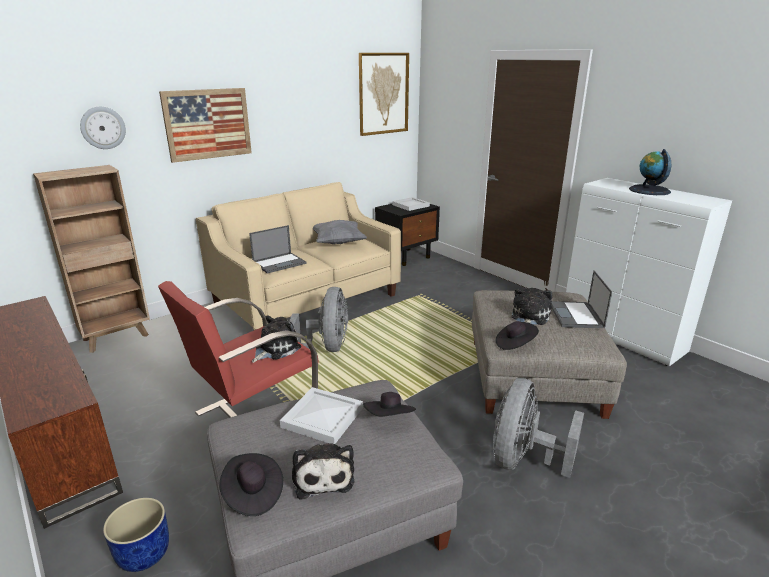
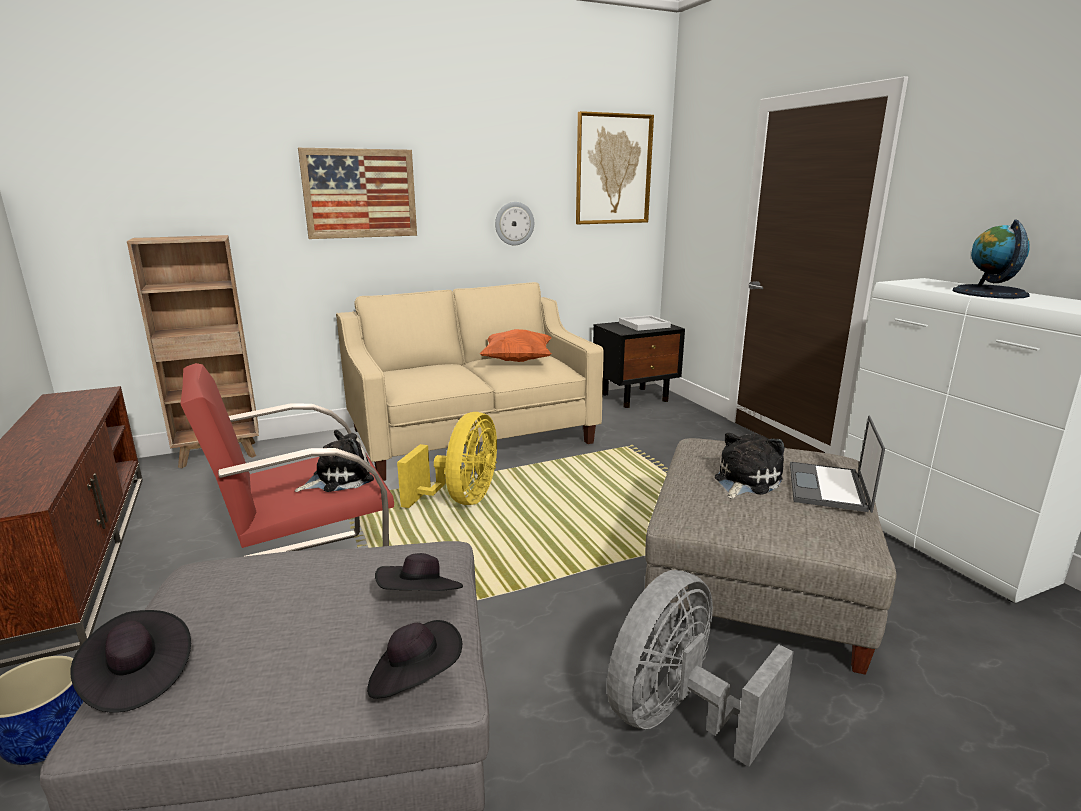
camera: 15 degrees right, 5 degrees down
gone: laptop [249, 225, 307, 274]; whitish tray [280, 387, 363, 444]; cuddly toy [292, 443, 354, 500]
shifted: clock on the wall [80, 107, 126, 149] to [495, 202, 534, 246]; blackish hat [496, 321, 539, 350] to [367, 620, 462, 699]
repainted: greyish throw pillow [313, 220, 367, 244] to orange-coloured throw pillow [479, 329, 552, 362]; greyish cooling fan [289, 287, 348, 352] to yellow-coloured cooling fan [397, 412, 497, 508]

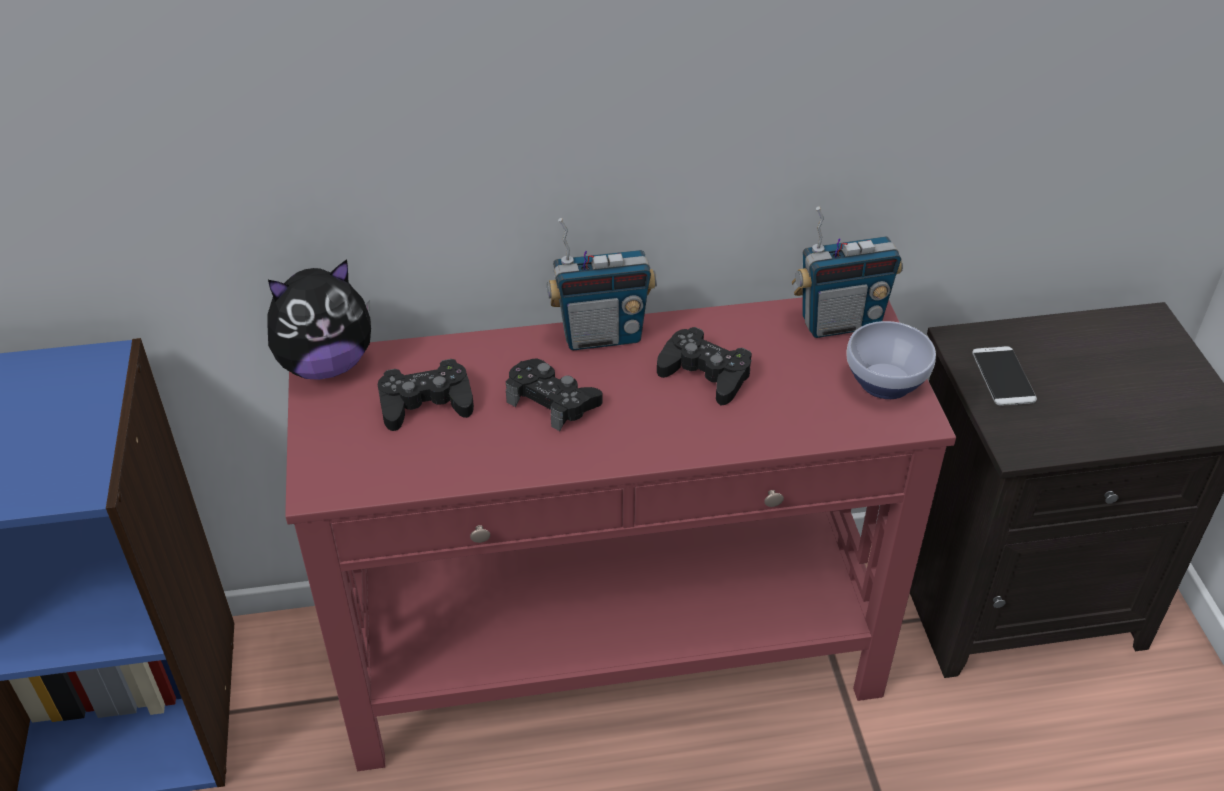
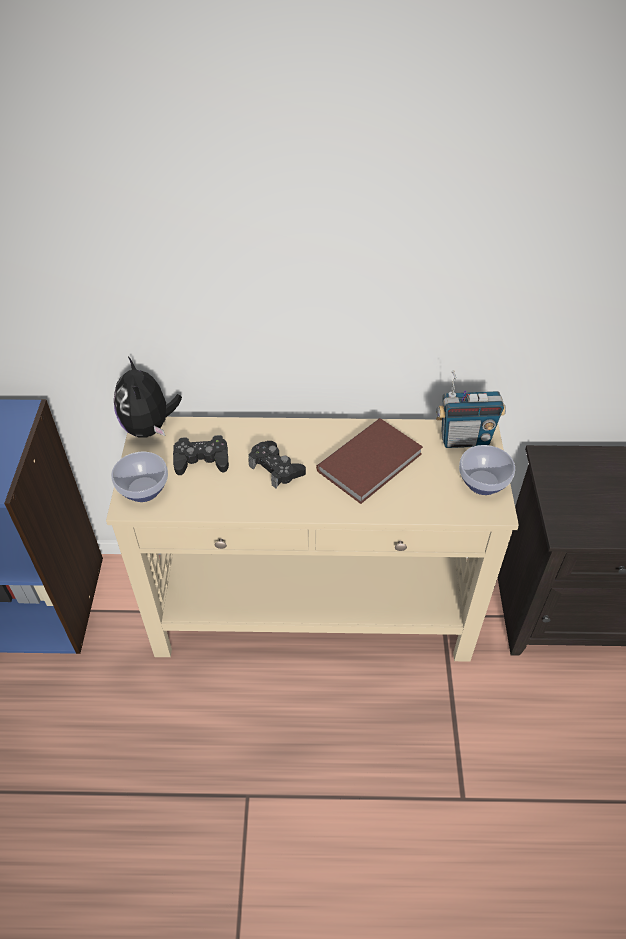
camera: 10 degrees right, 5 degrees up
gone: radio set [547, 218, 657, 350]; phone [972, 346, 1037, 406]
new: serving bowl [111, 452, 168, 502]
swapped: blackish gamepad [657, 327, 752, 405] to brownish book [316, 418, 423, 504]
repainted: red-coloured hall table [285, 297, 956, 771] to beige hall table [106, 417, 519, 662]
rotated: cuddly toy [267, 259, 371, 380] = [114, 356, 182, 438] 90 degrees clockwise

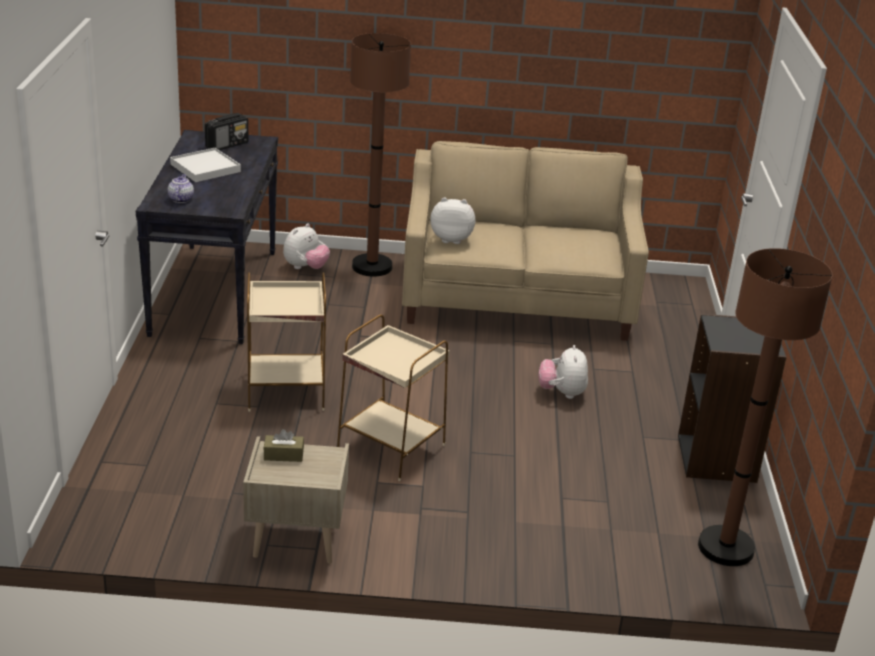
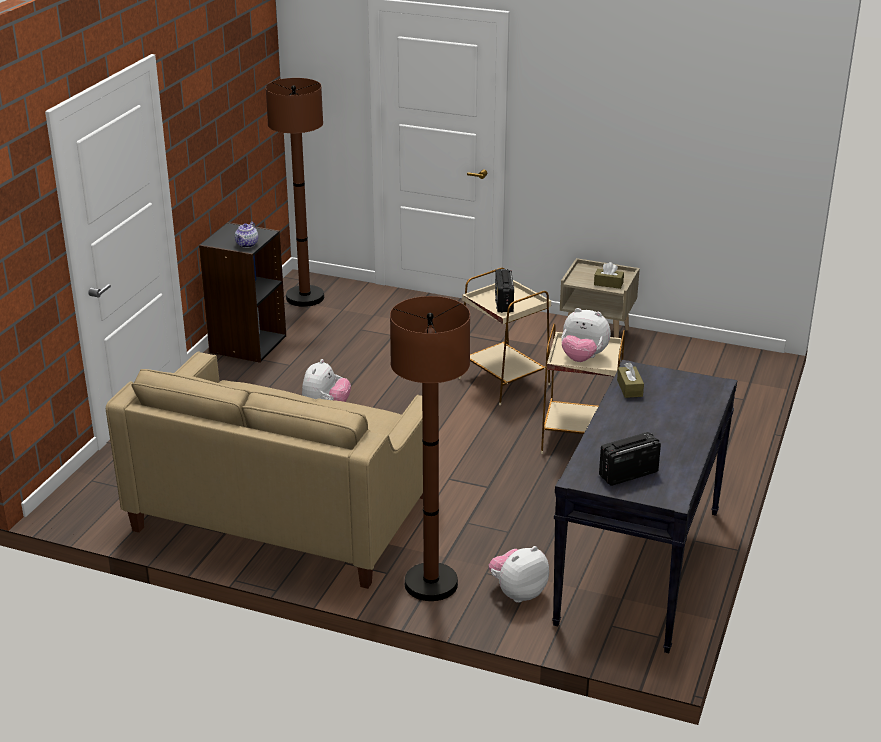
camera: 160 degrees left, 0 degrees up
gone: whitish tray [170, 148, 241, 182]
new: radio set [495, 269, 514, 313]; brownish box of tissues [617, 362, 644, 398]
shifted: teapot [168, 174, 194, 203] to [235, 222, 258, 248]; cuddly toy [430, 198, 475, 244] to [561, 308, 611, 362]

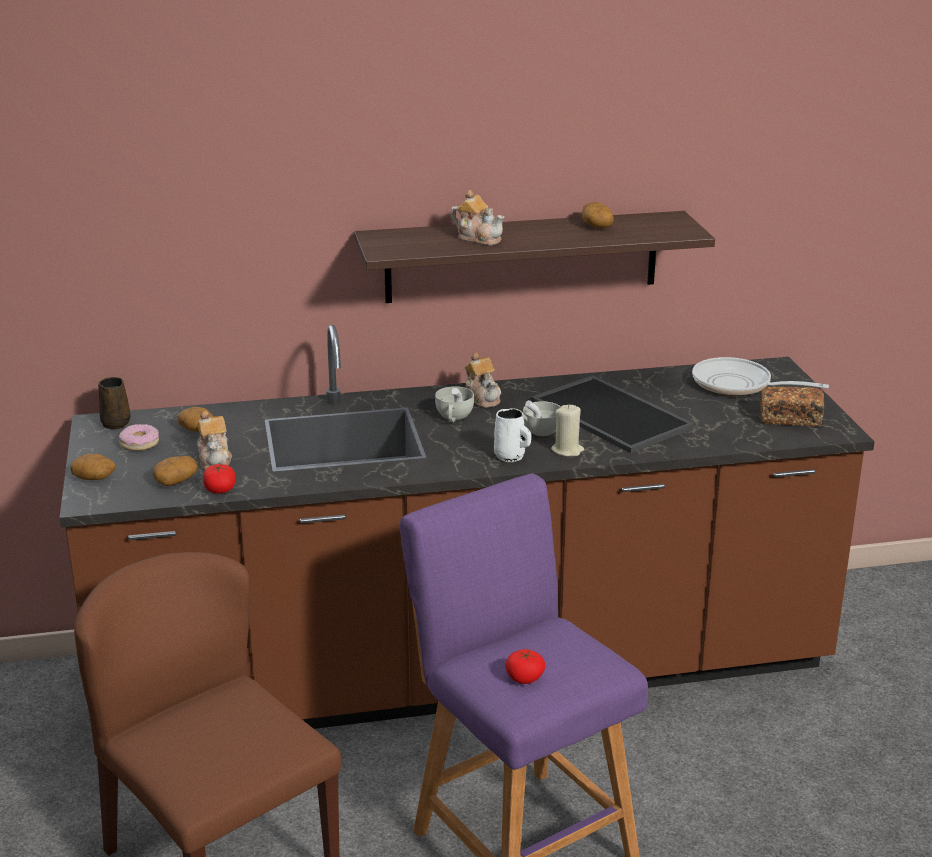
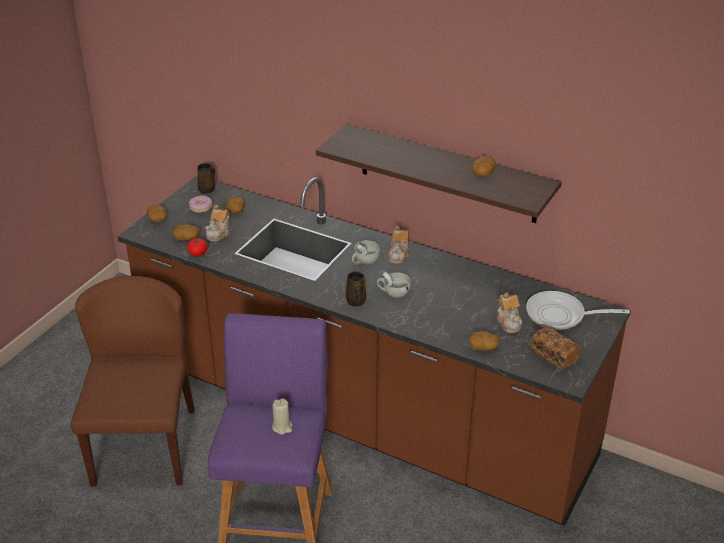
camera: 40 degrees right, 10 degrees up
gone: tray [531, 375, 694, 453]; whole tomato [505, 649, 546, 684]
new: potato [468, 331, 500, 351]
shifted: teapot [451, 190, 505, 245] to [497, 292, 522, 333]; beige wax candle [551, 404, 584, 456] to [272, 398, 292, 435]
repainted: whitish tea mug [494, 408, 531, 462] to brownish tea mug [346, 271, 366, 306]
rotated: frying pan [692, 357, 829, 396] = [526, 291, 630, 330] 60 degrees counterclockwise

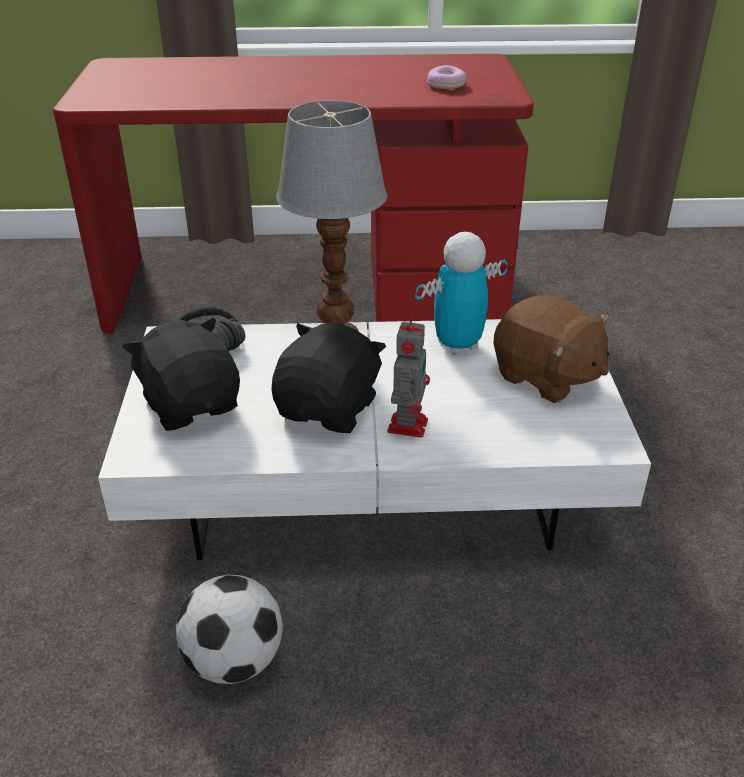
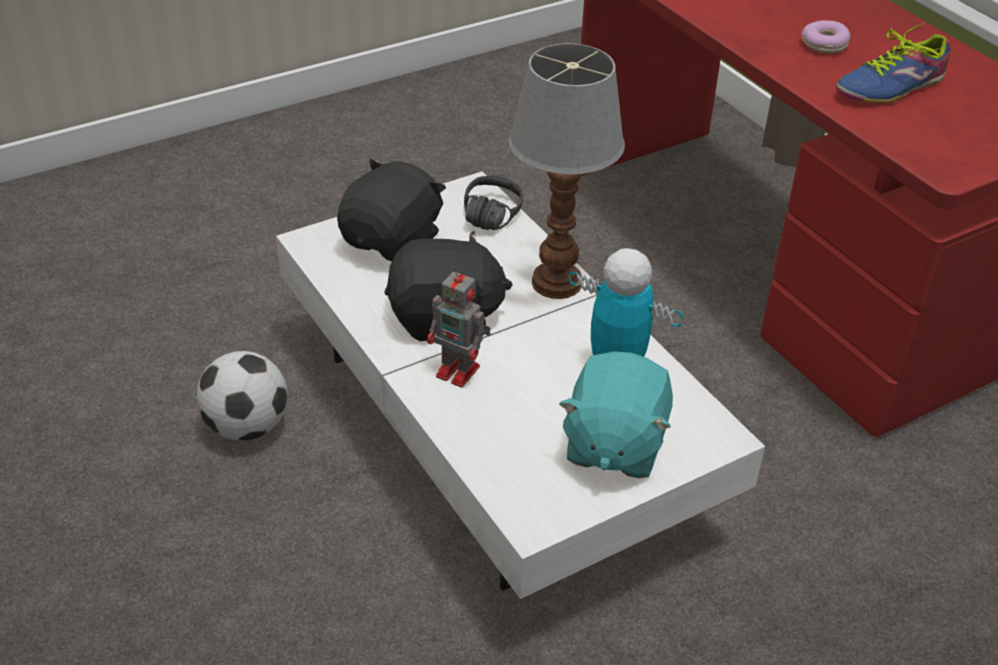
camera: 60 degrees right, 5 degrees up
new: shoe [836, 22, 950, 103]
shifted: ring doughnut [427, 65, 467, 89] to [801, 20, 850, 53]
repainted: brownish cuddly toy [493, 295, 609, 403] to blue-green cuddly toy [559, 352, 673, 478]
rotated: model robot [387, 314, 430, 438] = [427, 266, 491, 387] 45 degrees clockwise

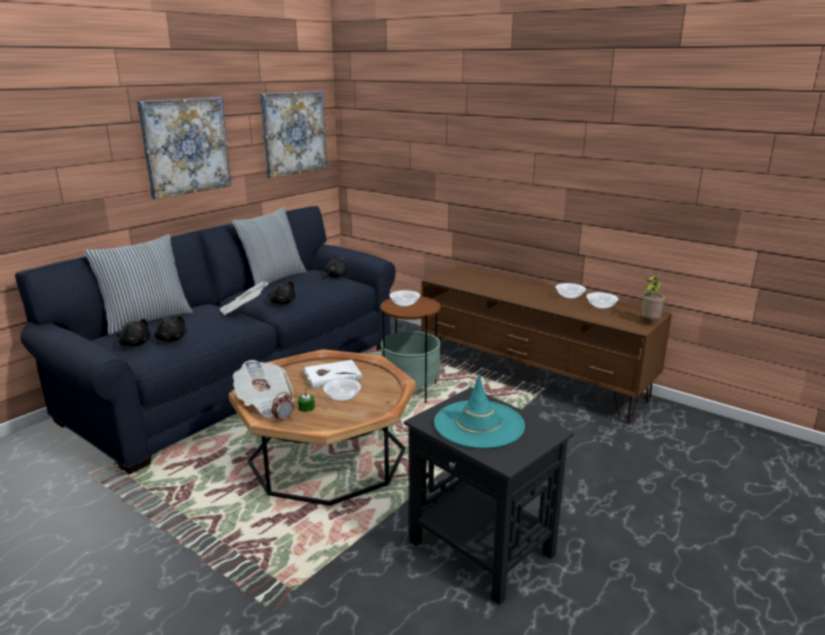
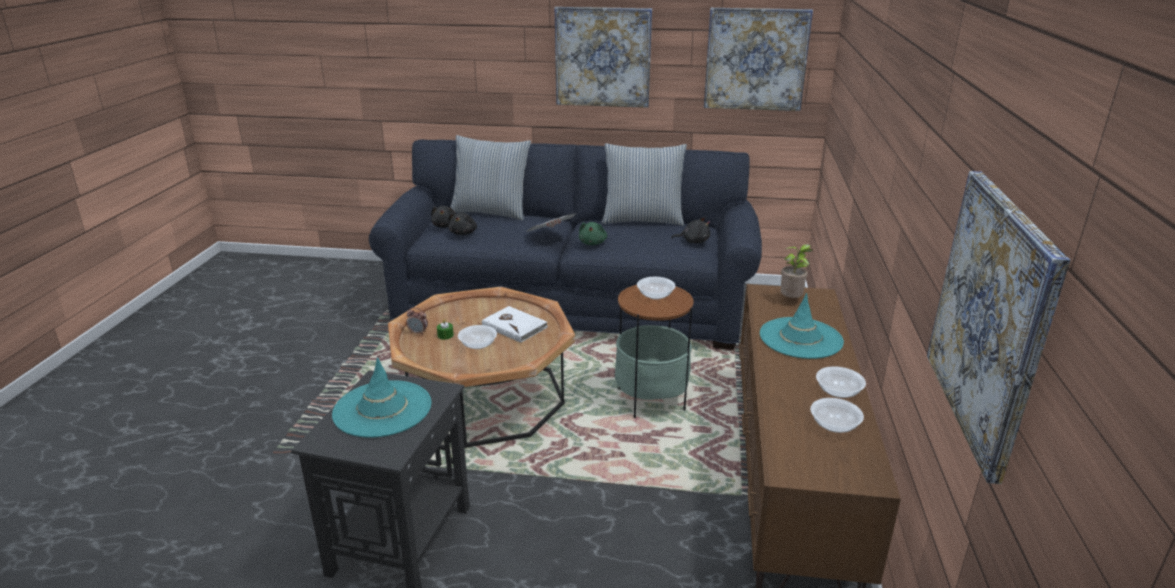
camera: 60 degrees right, 5 degrees up
gone: daily paper [233, 360, 295, 417]
new: picture [927, 171, 1070, 484]; blue-green hat [760, 293, 844, 359]
shifted: potted plant [641, 273, 665, 319] to [780, 244, 813, 298]
repainted: blackish cuddly toy [268, 282, 296, 304] to greenish cuddly toy [579, 222, 607, 245]

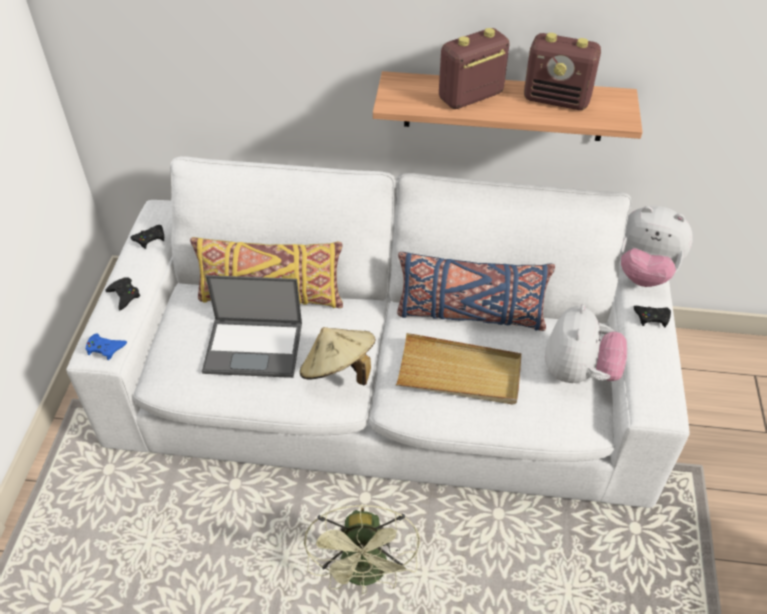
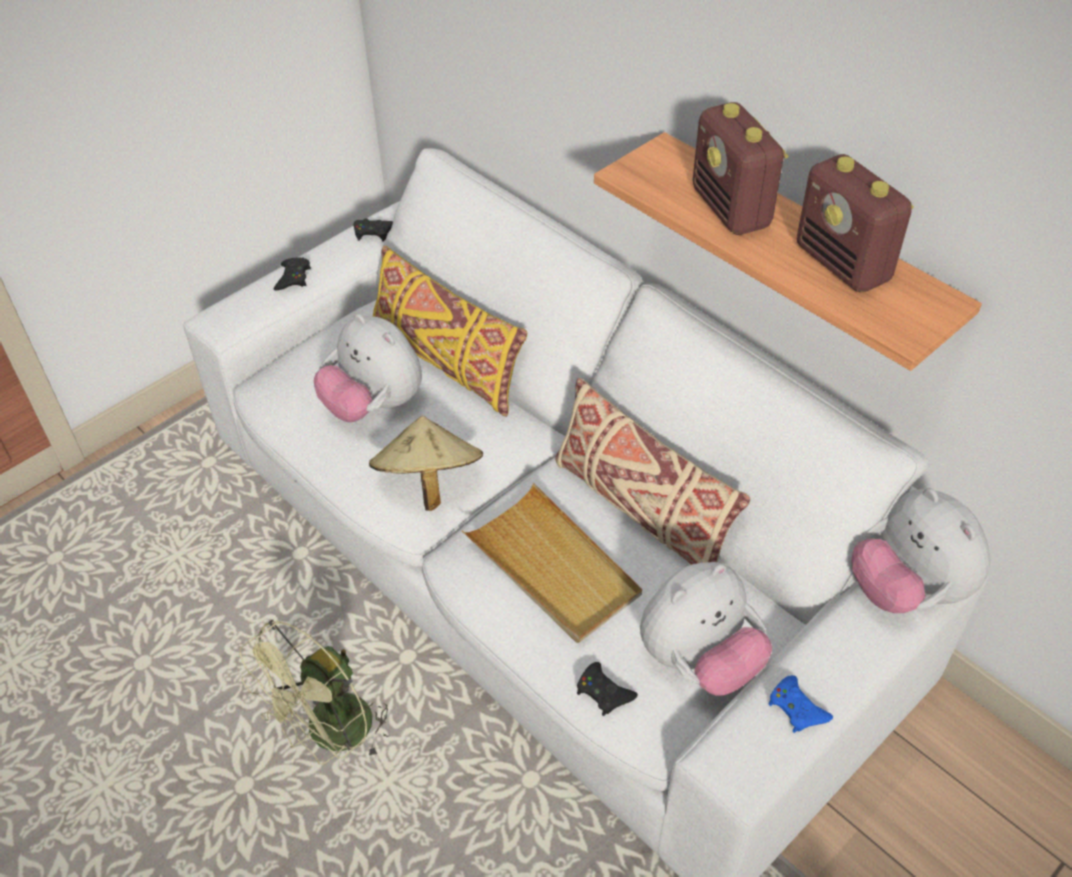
camera: 40 degrees right, 0 degrees up
shifted: blackish gamepad [634, 306, 671, 328] to [577, 662, 638, 716]; blue gamepad [86, 334, 127, 360] to [769, 675, 833, 733]
swapped: laptop [202, 275, 302, 378] to cuddly toy [314, 314, 422, 422]
repainted: blue throw pillow [397, 252, 555, 331] to beige throw pillow [555, 378, 751, 565]
rotated: radio set [439, 28, 510, 109] = [693, 102, 788, 235] 120 degrees counterclockwise

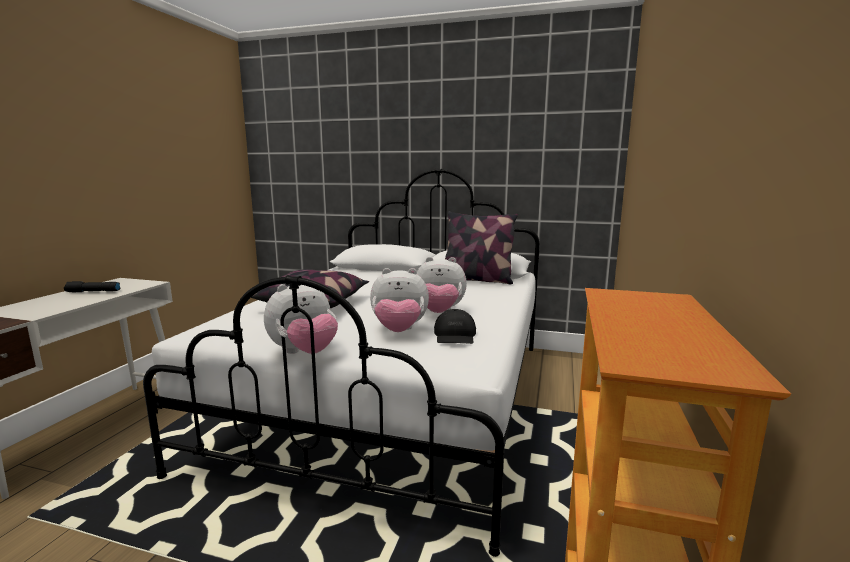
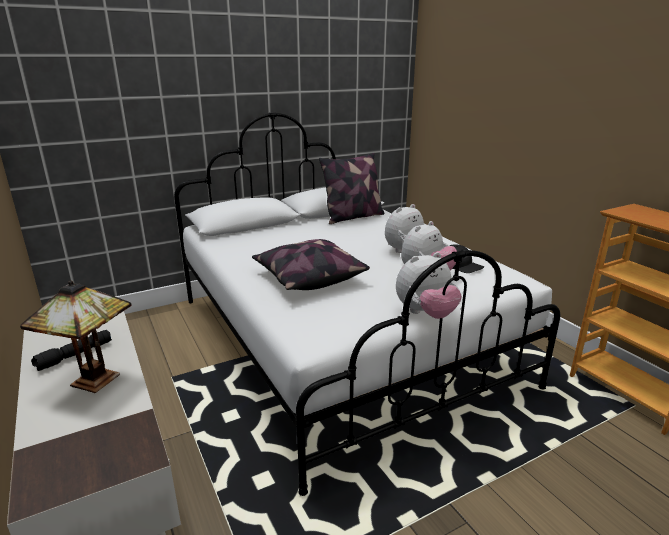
camera: 45 degrees left, 10 degrees up
new: table lamp [20, 280, 132, 393]
rotated: cuddly toy [264, 284, 338, 354] = [396, 252, 462, 319] 60 degrees clockwise

